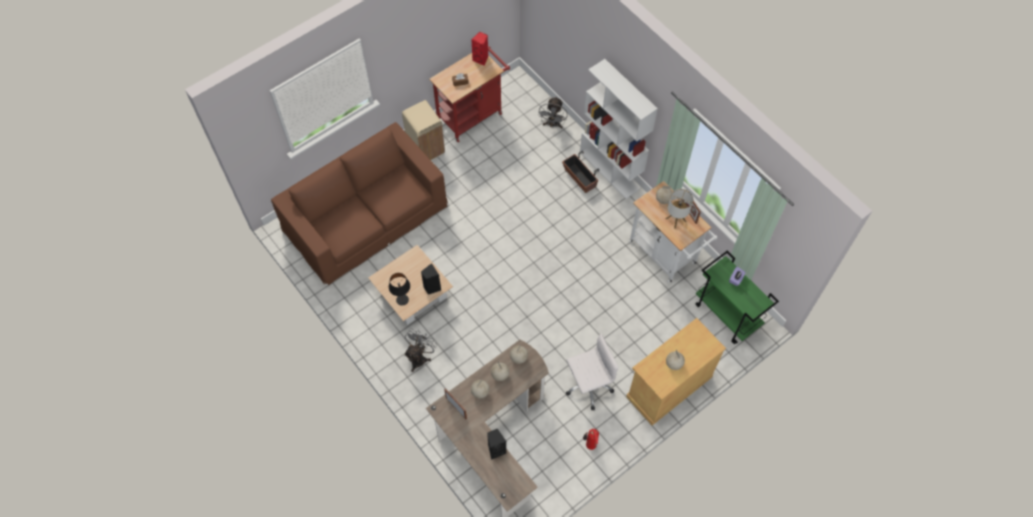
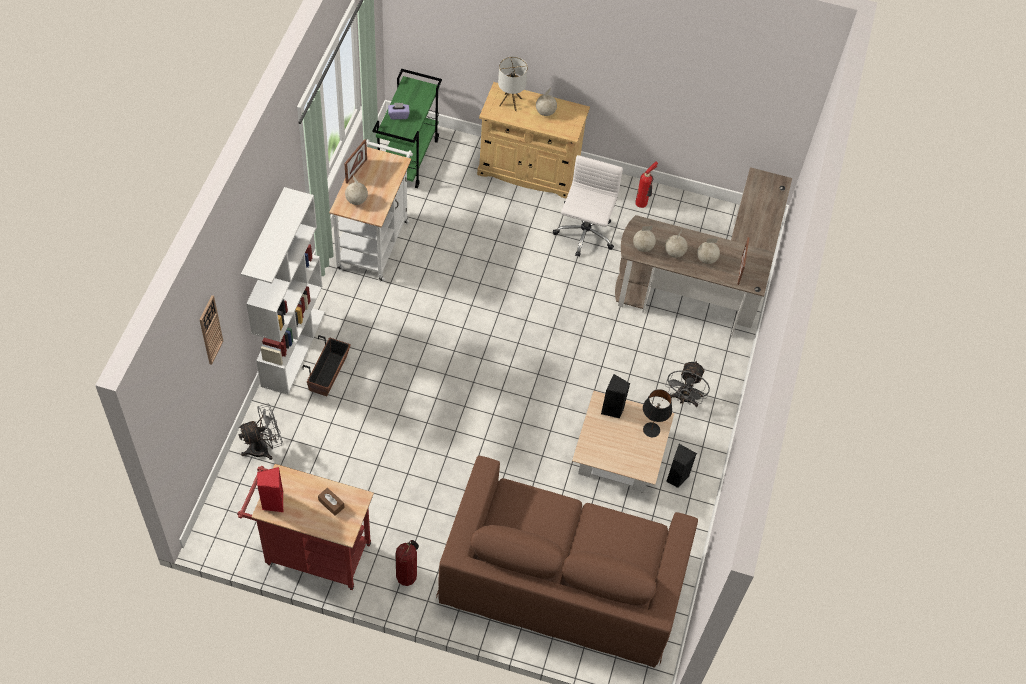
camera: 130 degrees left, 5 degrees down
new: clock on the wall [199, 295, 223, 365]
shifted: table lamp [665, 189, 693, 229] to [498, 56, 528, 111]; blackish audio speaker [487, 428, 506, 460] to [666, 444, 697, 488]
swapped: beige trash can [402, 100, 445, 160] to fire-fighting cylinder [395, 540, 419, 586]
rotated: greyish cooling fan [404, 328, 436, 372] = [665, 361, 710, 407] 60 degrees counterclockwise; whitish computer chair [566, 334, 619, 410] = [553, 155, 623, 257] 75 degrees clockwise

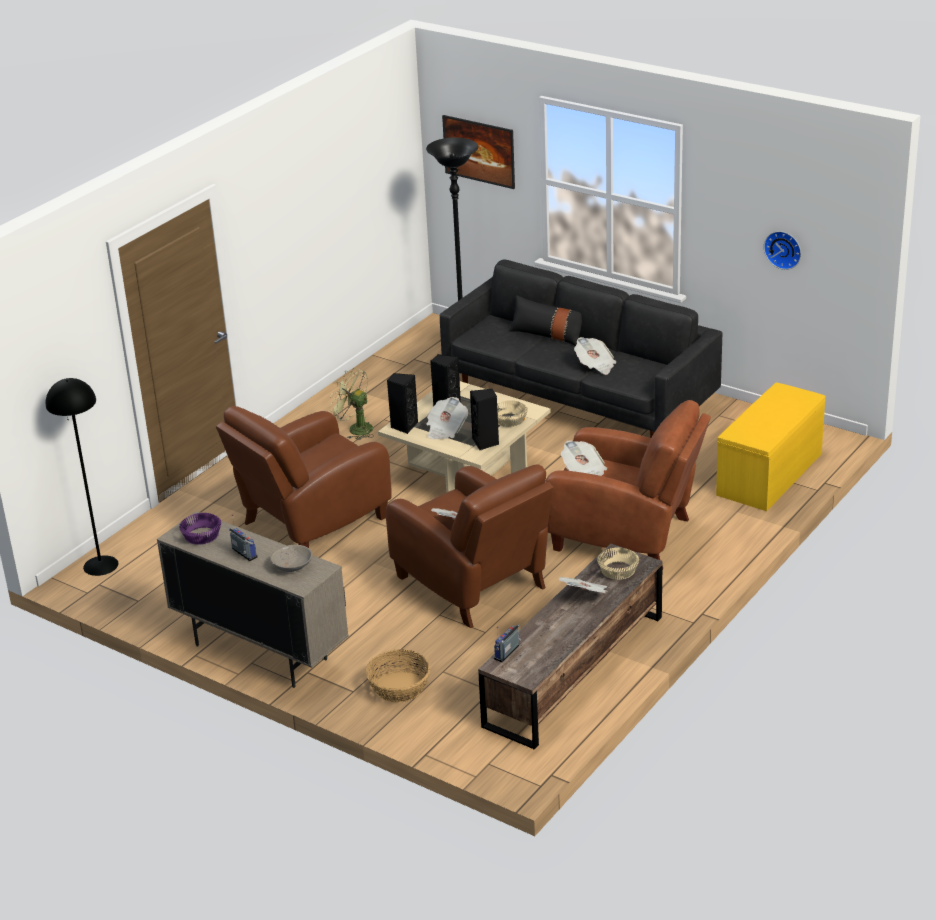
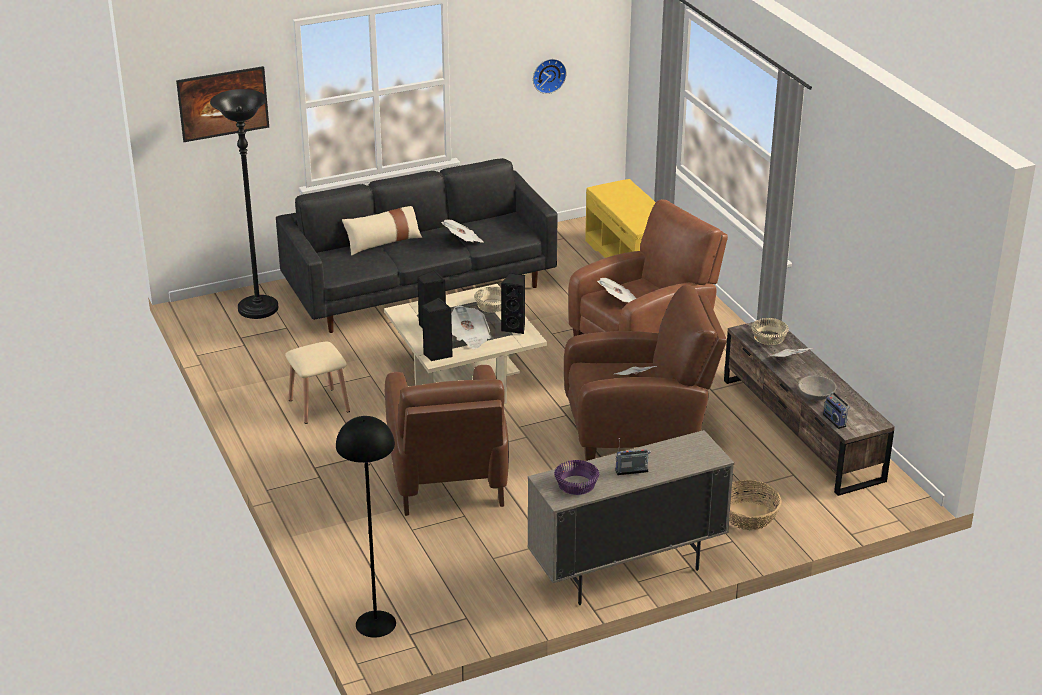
camera: 60 degrees left, 0 degrees up
shifted: greyish serving bowl [270, 545, 312, 572] to [798, 375, 836, 401]
swapped: greenish cooling fan [329, 368, 374, 440] to beige stool seat [285, 342, 350, 424]
repainted: blackish throw pillow [509, 295, 582, 346] to beige throw pillow [342, 206, 422, 256]

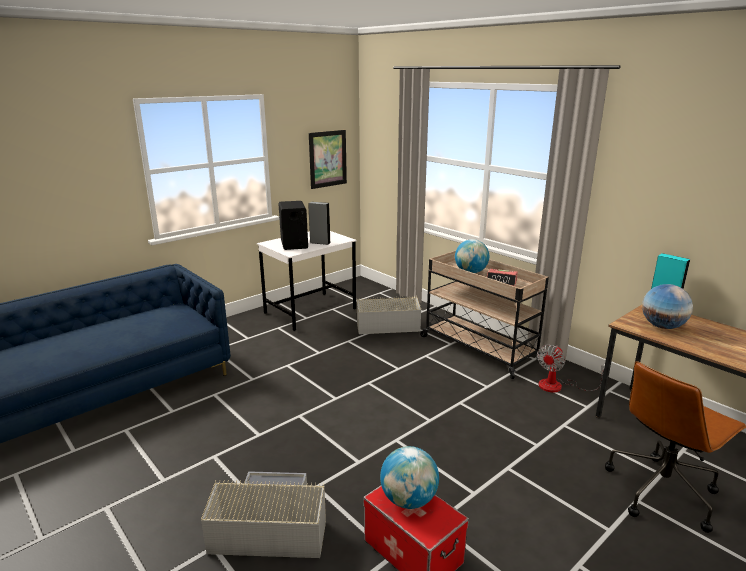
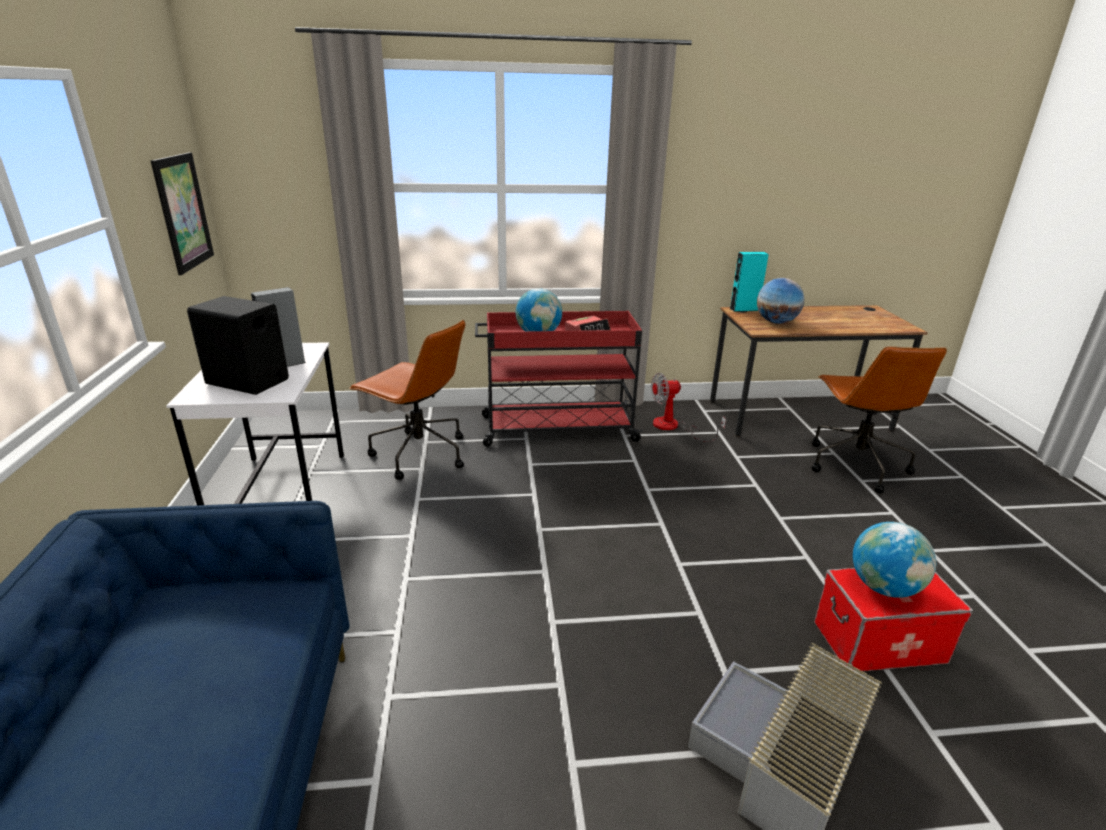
camera: 55 degrees left, 5 degrees up
swapped: greyish storage box [357, 296, 421, 334] to brownish computer chair [349, 320, 465, 480]
repainted: beige wheeled cart [420, 251, 549, 379] to red-coloured wheeled cart [475, 311, 643, 447]
rotated: cooling fan [537, 345, 605, 392] = [651, 373, 726, 442] 90 degrees clockwise

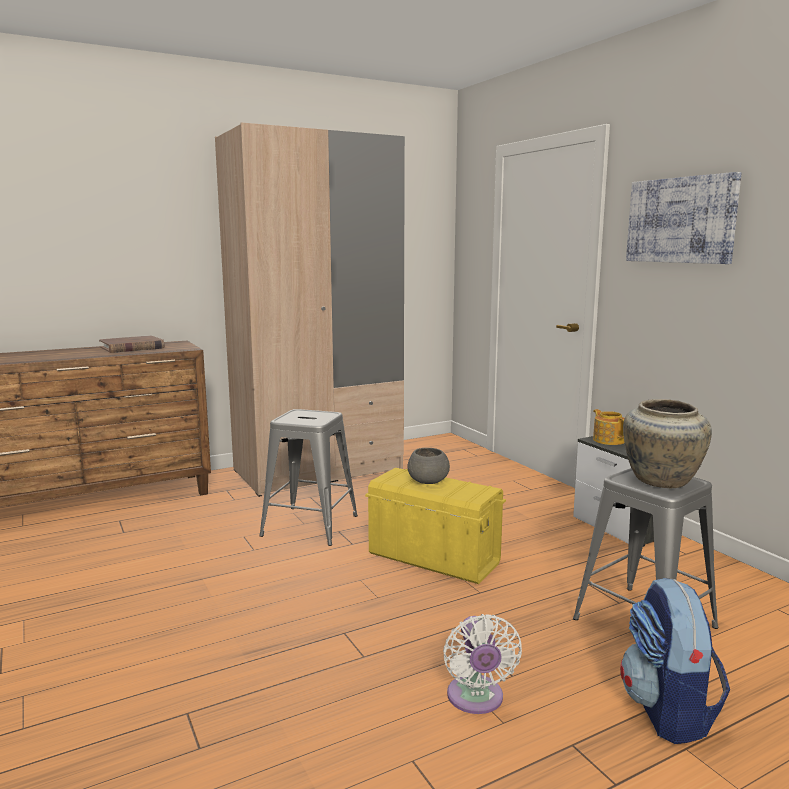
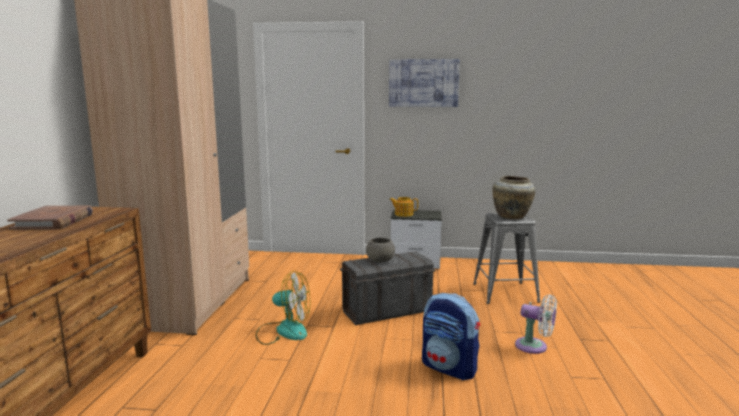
camera: 55 degrees left, 0 degrees up
shifted: knapsack [620, 578, 730, 744] to [422, 293, 480, 380]
swapped: greyish stool seat [259, 409, 358, 546] to cooling fan [256, 271, 310, 345]
repainted: yellow-coloured storage box [365, 468, 506, 584] to greyish storage box [340, 251, 435, 325]

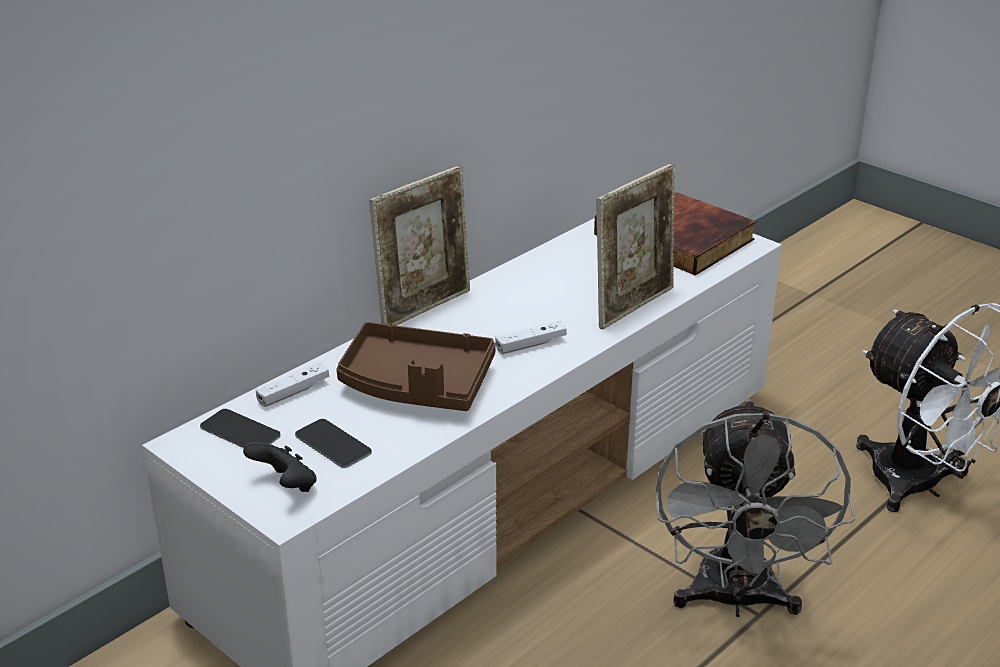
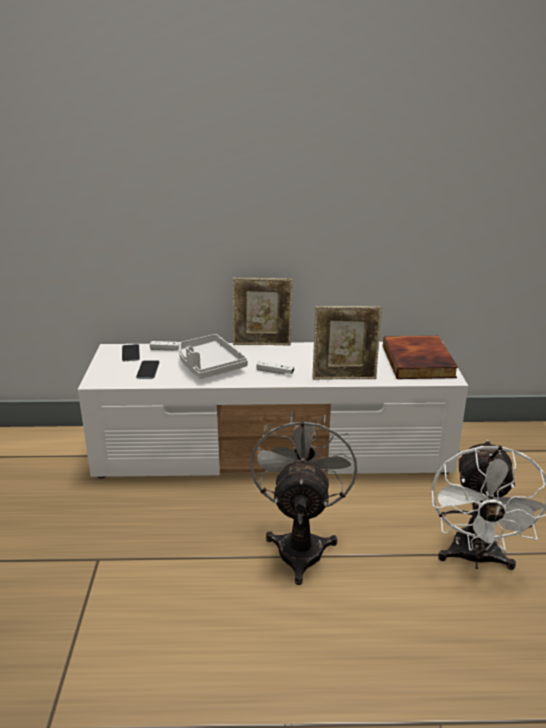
camera: 45 degrees right, 5 degrees down
gone: blackish gamepad [243, 441, 317, 492]
repainted: brownish tray [336, 322, 496, 411] to greyish tray [179, 334, 248, 379]
rotated: greyish cooling fan [656, 399, 855, 617] = [250, 412, 357, 585] 135 degrees clockwise

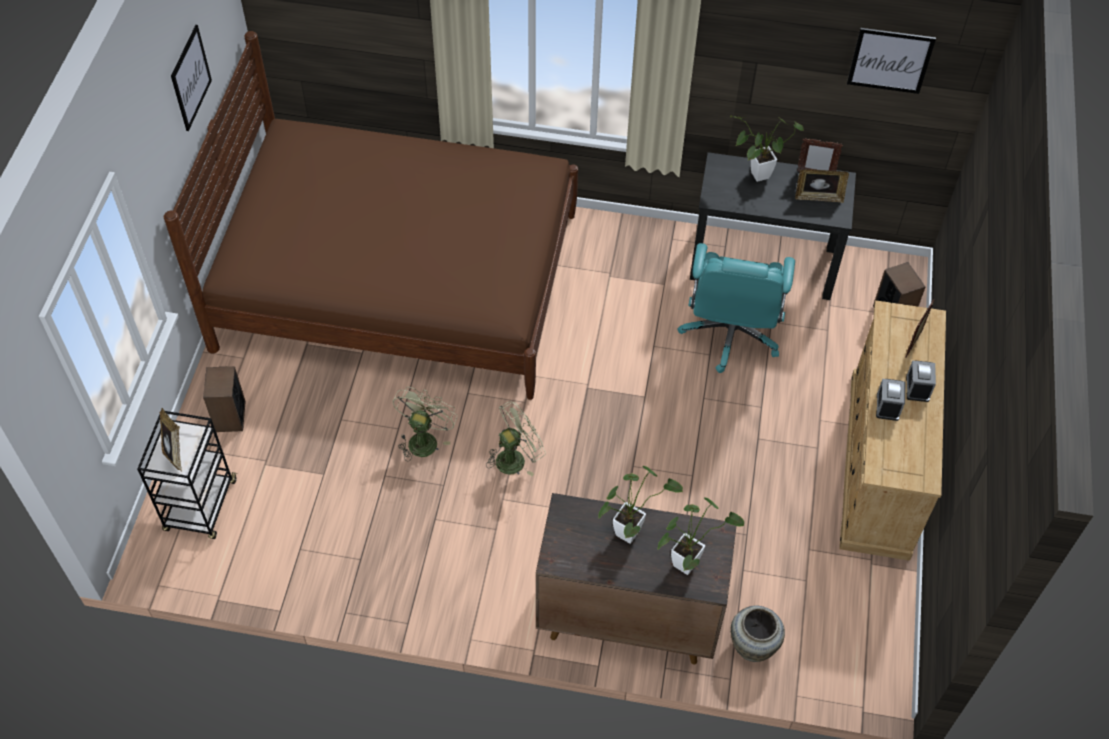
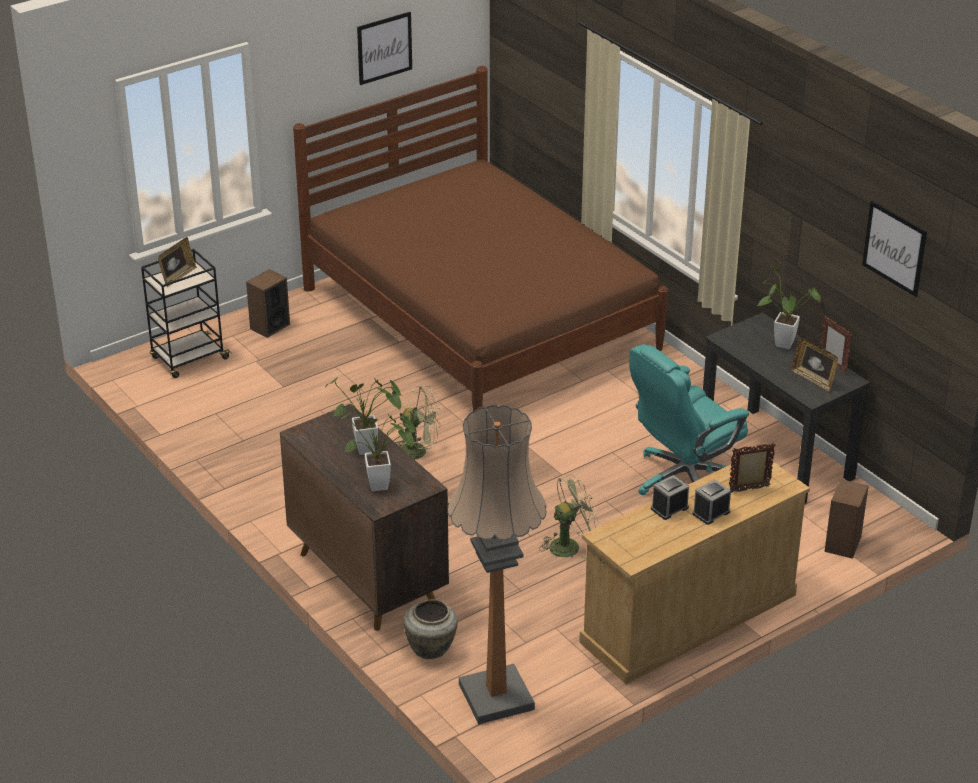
camera: 45 degrees right, 20 degrees down
new: standard lamp [447, 405, 547, 724]
shifted: greenish cooling fan [393, 387, 457, 461] to [539, 474, 600, 560]

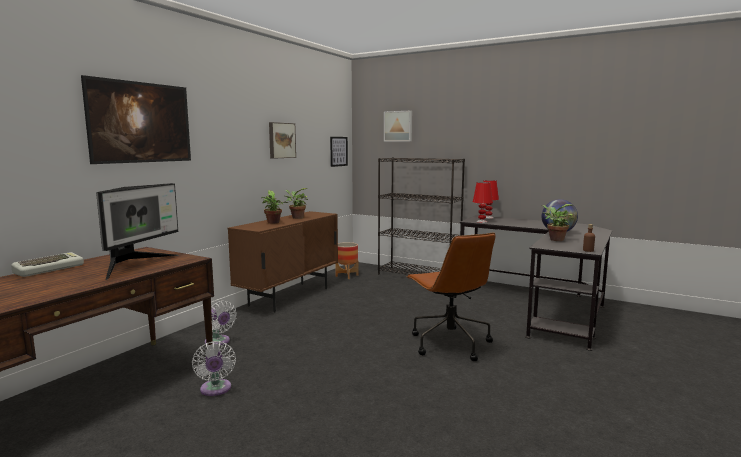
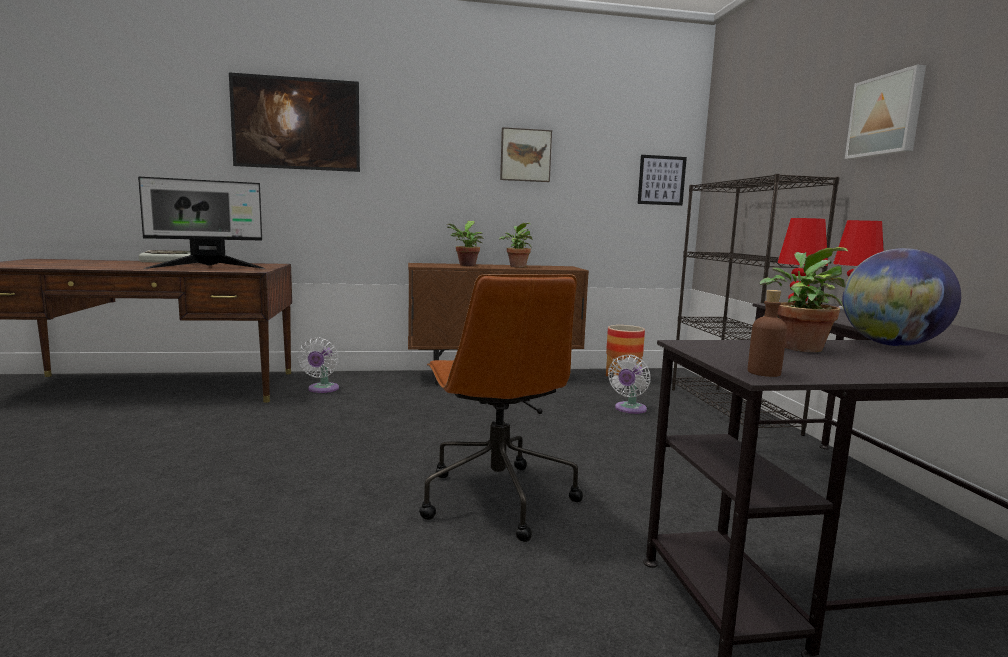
camera: 50 degrees right, 0 degrees up
shifted: picture [384, 111, 412, 141] to [845, 65, 926, 159]; whitish cooling fan [192, 341, 236, 396] to [608, 355, 651, 414]
rotated: brownish computer chair [406, 233, 495, 361] = [419, 274, 583, 542] 45 degrees counterclockwise

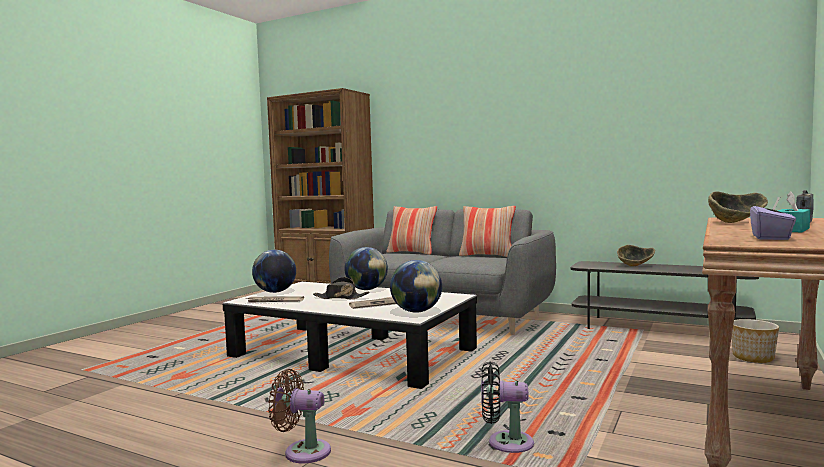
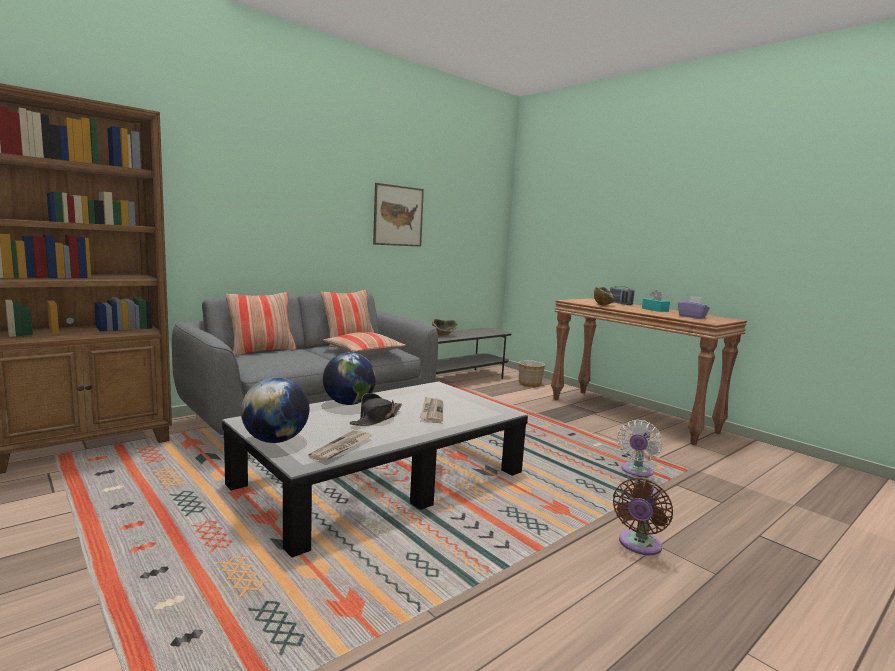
camera: 70 degrees left, 5 degrees up
gone: desk globe [390, 260, 442, 313]
new: picture [373, 183, 424, 247]; throw pillow [323, 332, 406, 354]
repainted: blackish cooling fan [481, 361, 534, 453] to whitish cooling fan [617, 420, 663, 477]

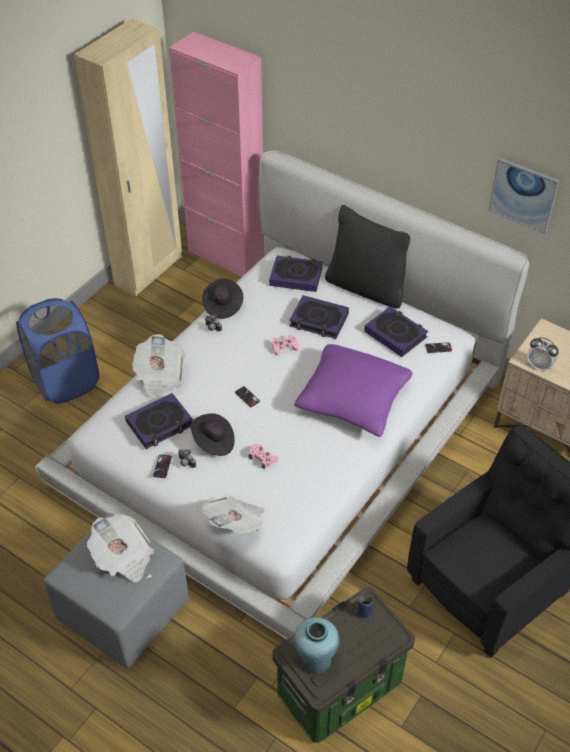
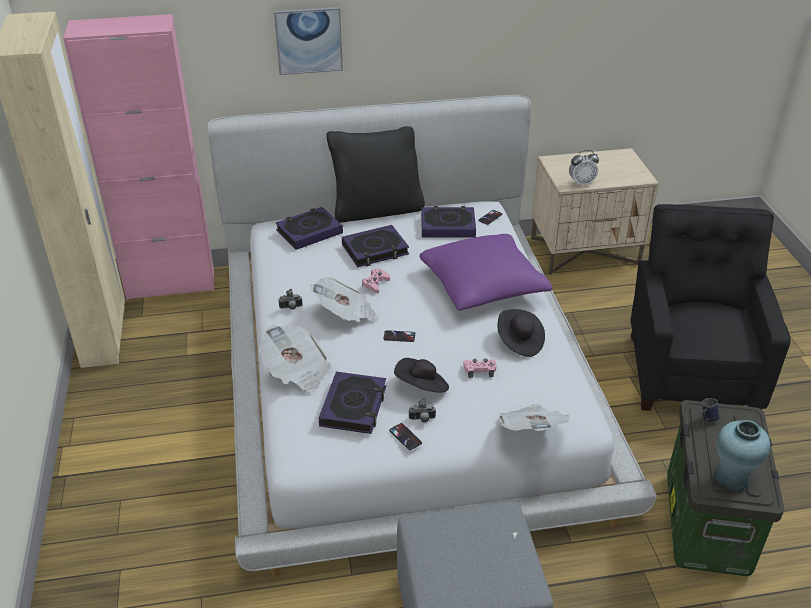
camera: 45 degrees left, 10 degrees down
gone: blue hamper [16, 298, 99, 404]
shifted: picture [488, 158, 560, 233] to [274, 7, 343, 75]; blackish hat [202, 278, 243, 319] to [497, 309, 545, 357]; daily paper [87, 514, 154, 582] to [310, 278, 379, 322]

